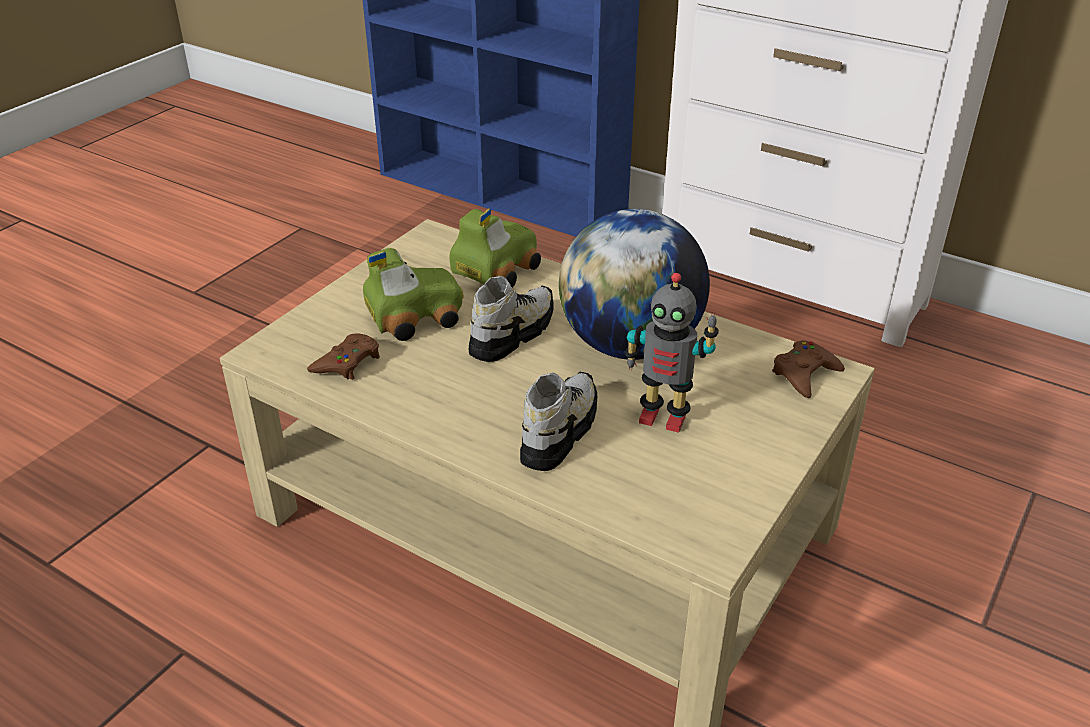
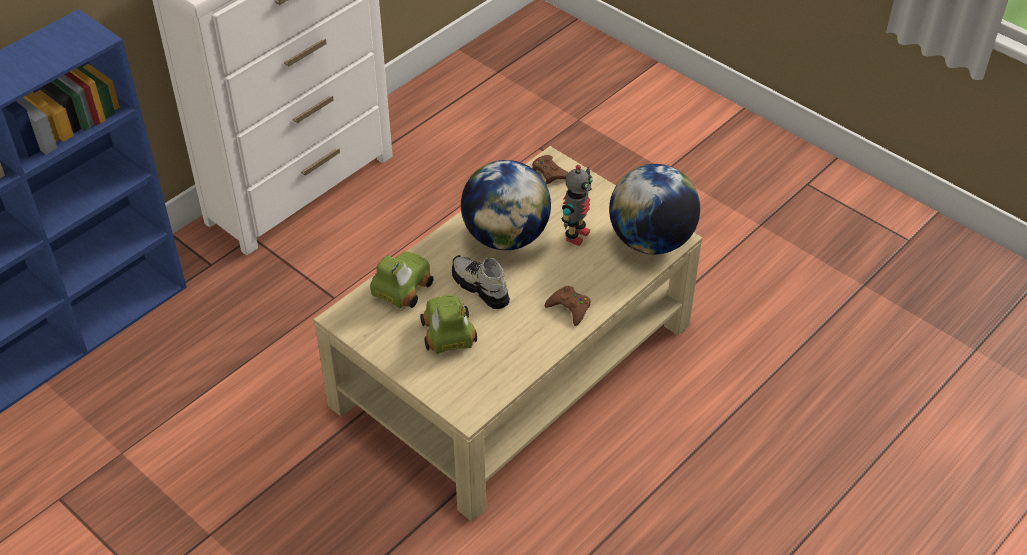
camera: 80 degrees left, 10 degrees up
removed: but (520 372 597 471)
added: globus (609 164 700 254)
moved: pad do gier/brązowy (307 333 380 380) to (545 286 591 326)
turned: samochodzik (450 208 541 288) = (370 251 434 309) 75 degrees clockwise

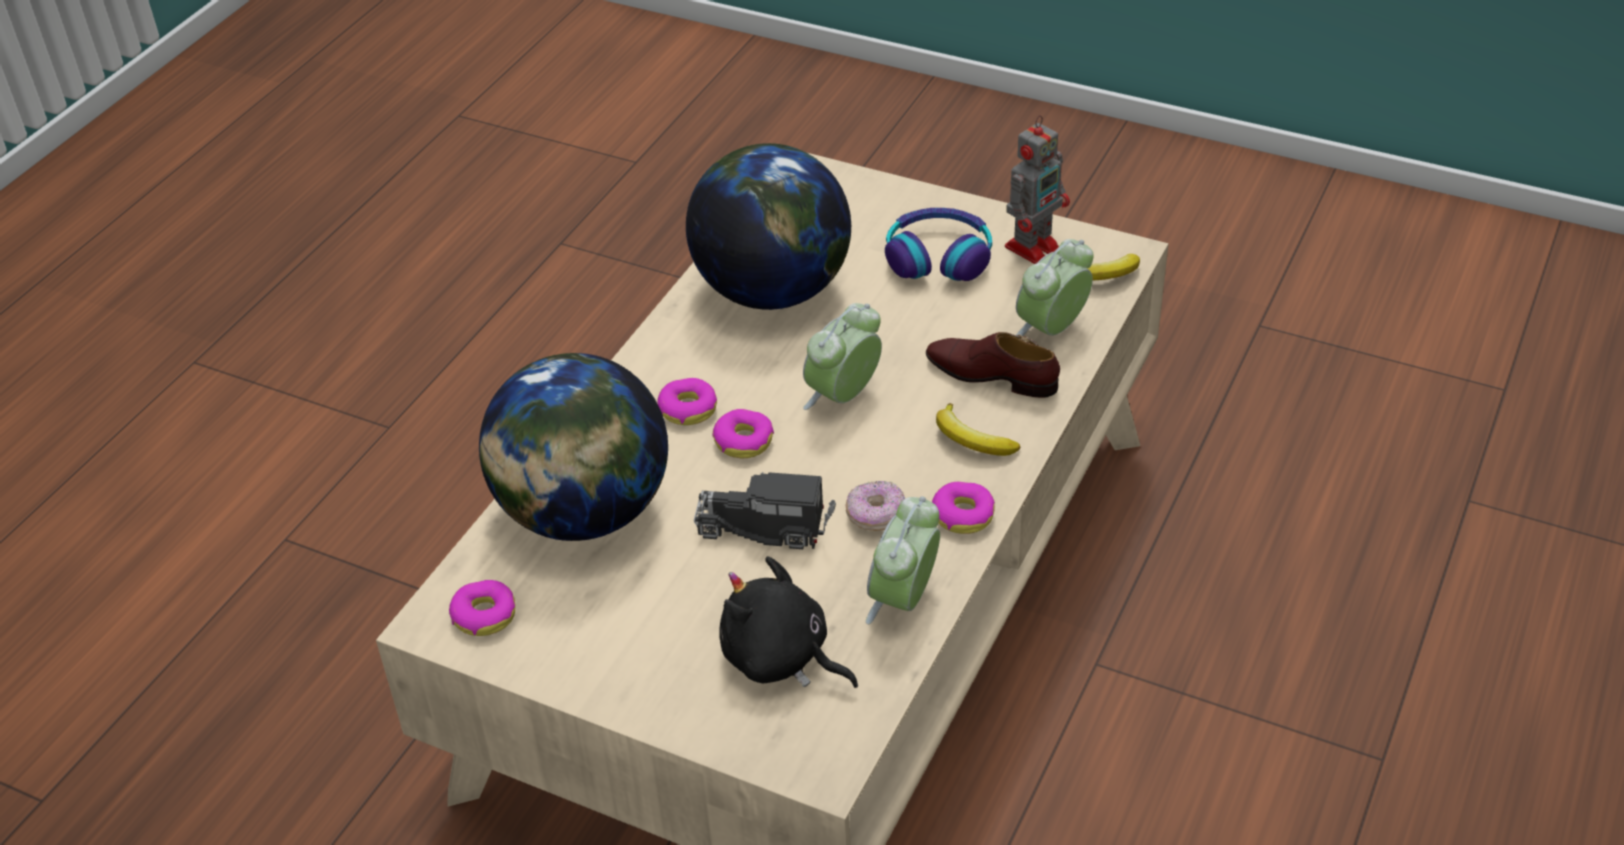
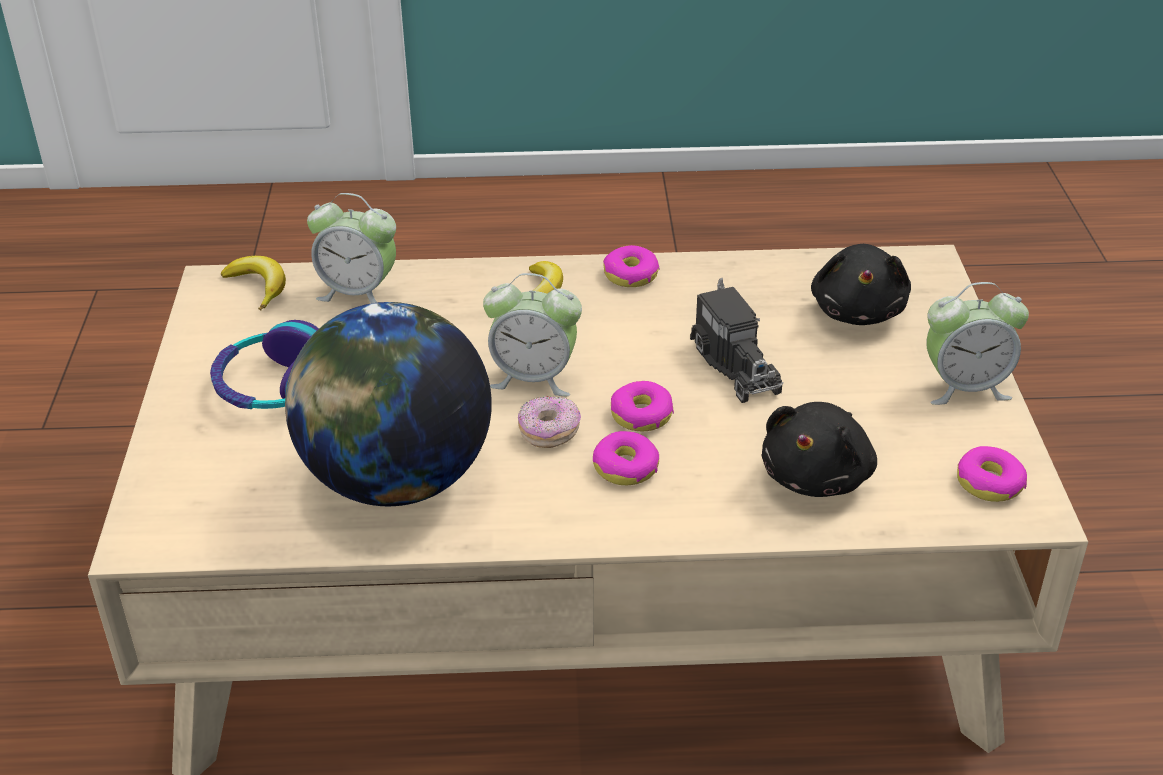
camera: 120 degrees left, 5 degrees down
removed: but/brązowy (926 332 1060 398); robot zabawkowy (1005 115 1070 264)
moved: donut (845 481 905 531) to (518 396 581 448); budzik (866 496 940 624) to (926 282 1029 405)
replaced: globus (479 353 668 541) to pluszak/czarny (761 402 877 497)

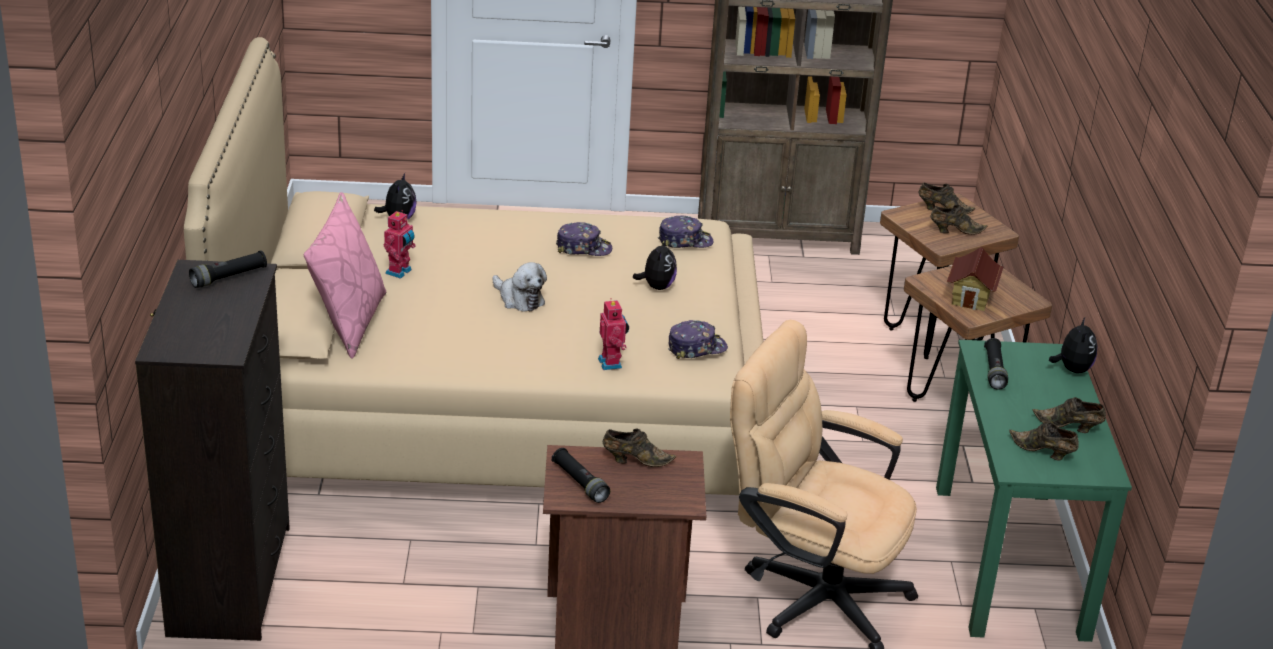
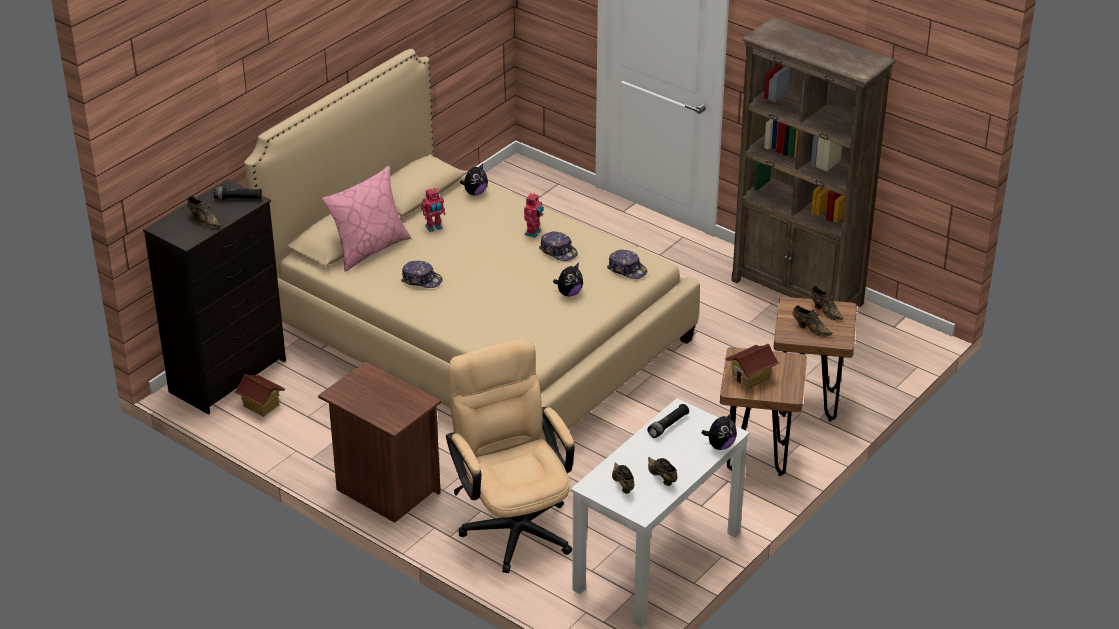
camera: 40 degrees right, 5 degrees up
removed: pluszak (492 262 547 312); latarka/czarny (552 448 610 503)
added: domek (234 374 285 417)
moved: but/brązowy (603 428 676 467) to (187 196 220 228); czapka z daszkiem (668 320 728 359) to (401 261 442 288); robot zabawkowy (598 298 629 370) to (524 192 544 238)
recoloured: biurko/zielony (936 340 1132 642) to biurko/biały (571 398 750 628)

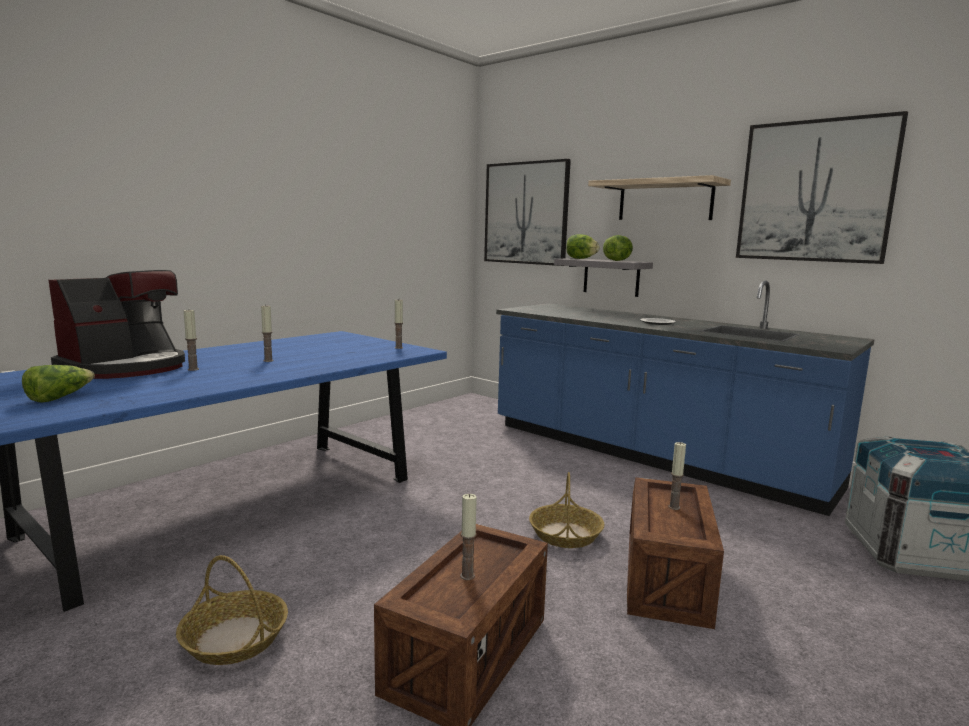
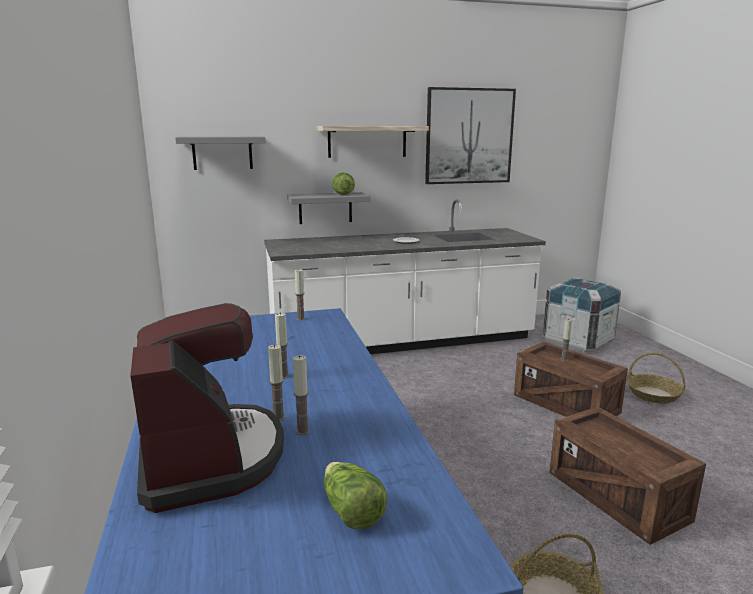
camera: 55 degrees left, 5 degrees up
removed: sałata (566 234 599 259)
moved: świeca (460 494 477 580) to (293 355 310 435); koszyk (529 472 604 548) to (627 353 685 404)
replaced: obraz (484 159 571 266) to półka/szary (175 137 266 170)
recoloured: zabudowa kuchenna/niebieski (496 281 875 516) to zabudowa kuchenna/biały (264 200 546 354)

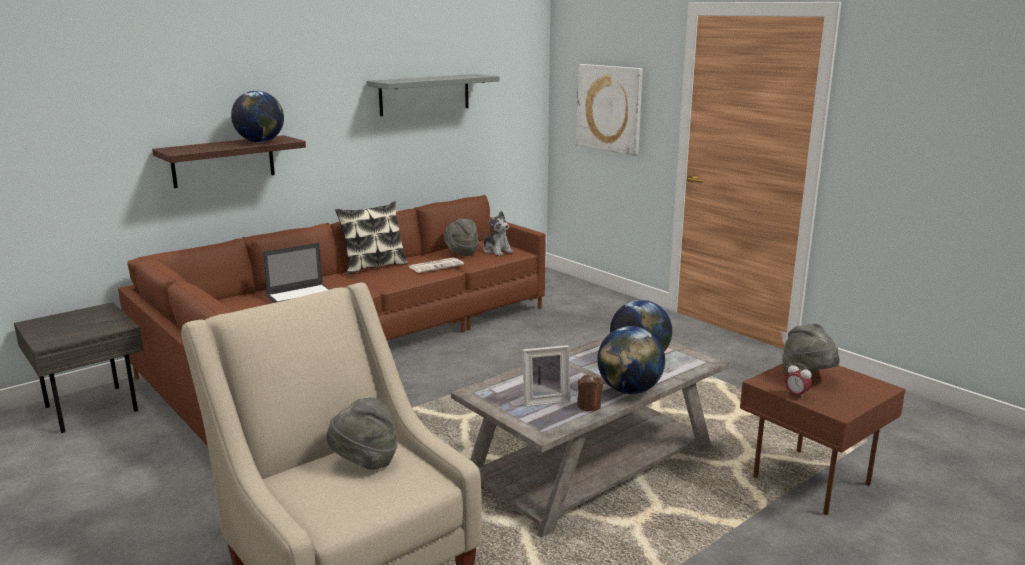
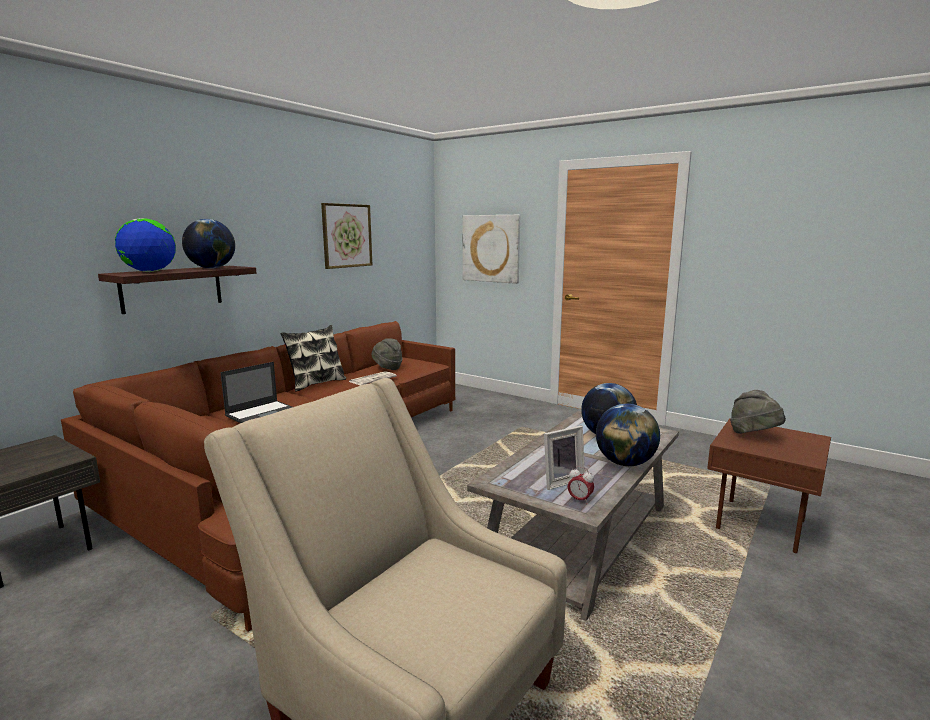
camera: 15 degrees left, 5 degrees down
removed: kapelusz/szary (327 398 398 470); pluszak (483 211 513 256); świeca/brązowy (577 375 603 411)
added: globus (115 218 176 272)
moved: budzik (785 363 812 400) to (568 467 594 503)
replaced: półka/szary (367 74 499 116) to obraz (321 203 372 269)

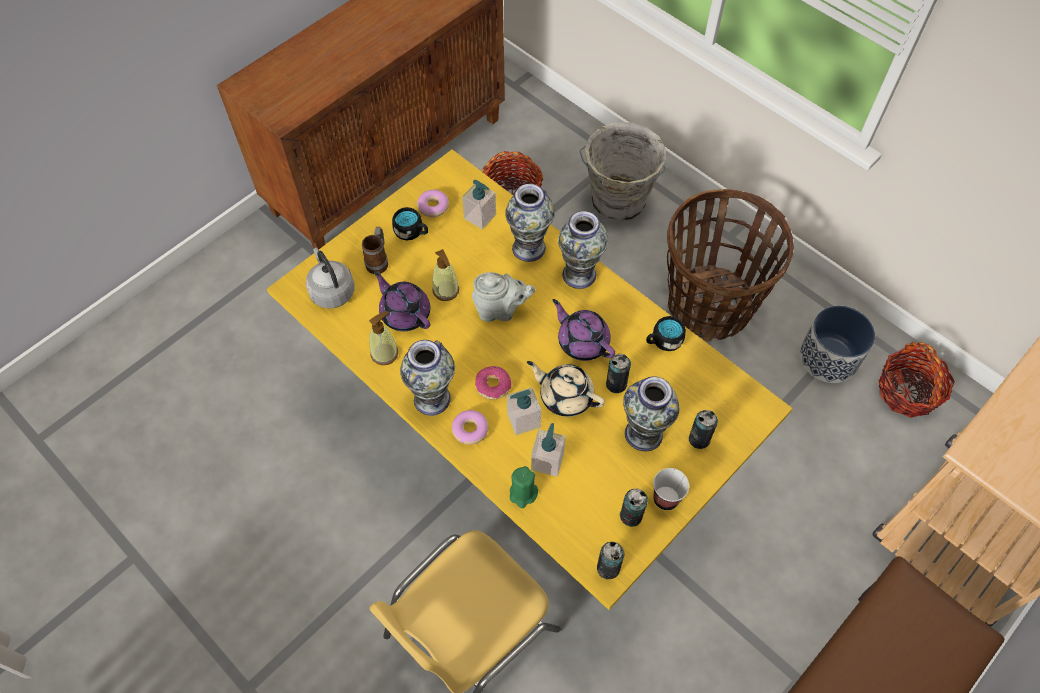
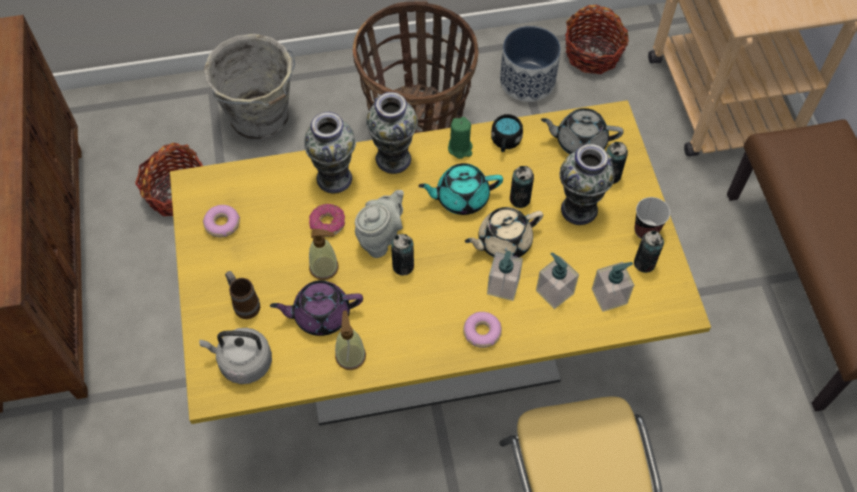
camera: 55 degrees left, 0 degrees up
removed: kubek/czarny (392 207 428 241); wazon (400 340 455 416)
added: imbryk/szary (541 108 624 154)
moved: donut (475 366 511 399) to (309 204 345 237); puszka (597 542 624 579) to (391 234 414 276); świeca/zielony (510 466 538 509) to (448 117 473 159); dozownik mydła (462 180 496 230) to (592 262 634 312)
recoloured: imbryk/fioletowy (553 299 615 361) to imbryk/turkusowy (418 163 503 215)

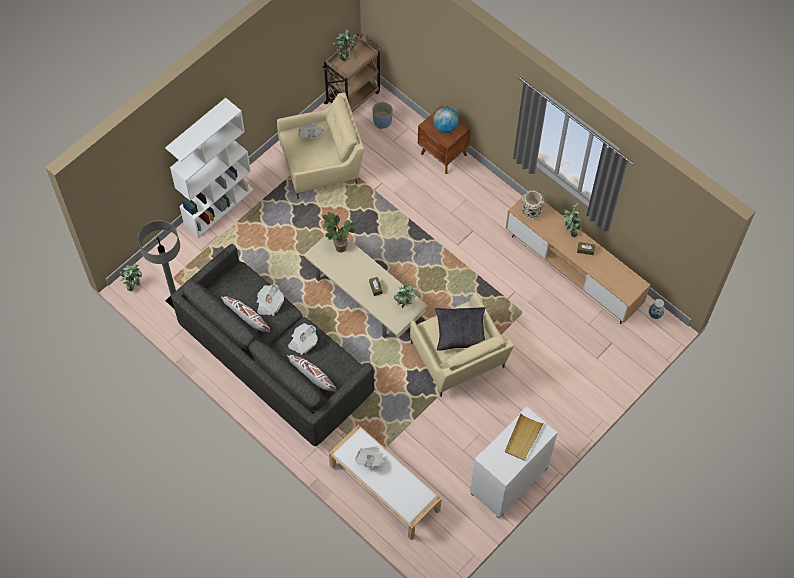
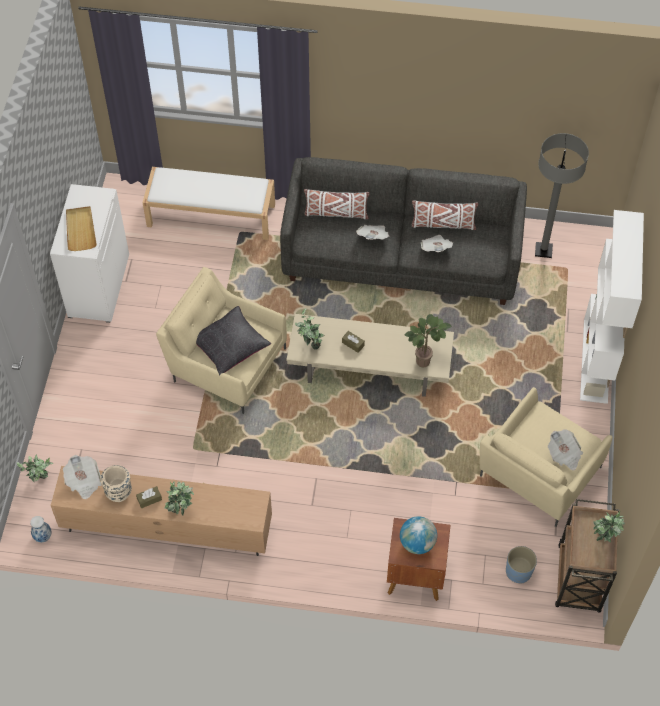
camera: 145 degrees right, 5 degrees down
moved: roślina doniczkowa (119 262 142 291) to (16 455 54 482); gazeta (355 446 385 468) to (63 455 102 499); wazon/beżowy (522 191 544 219) to (100 465 132 502)

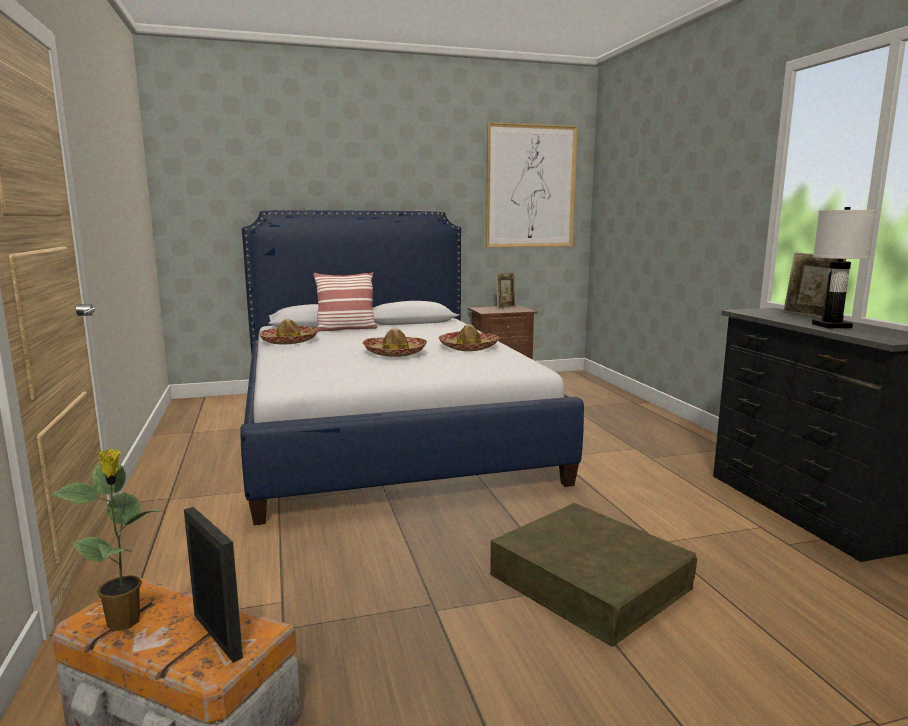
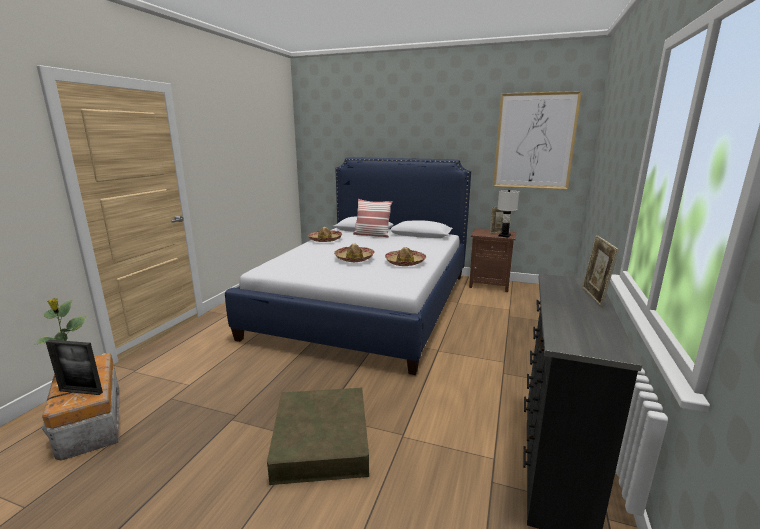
camera: 35 degrees right, 5 degrees up
moved: lampa stołowa/biały (812 207 877 328) to (497 190 519 238)
turned: ramka na zdjęcie (184 507 243 663) = (46 340 103 395) 105 degrees clockwise

